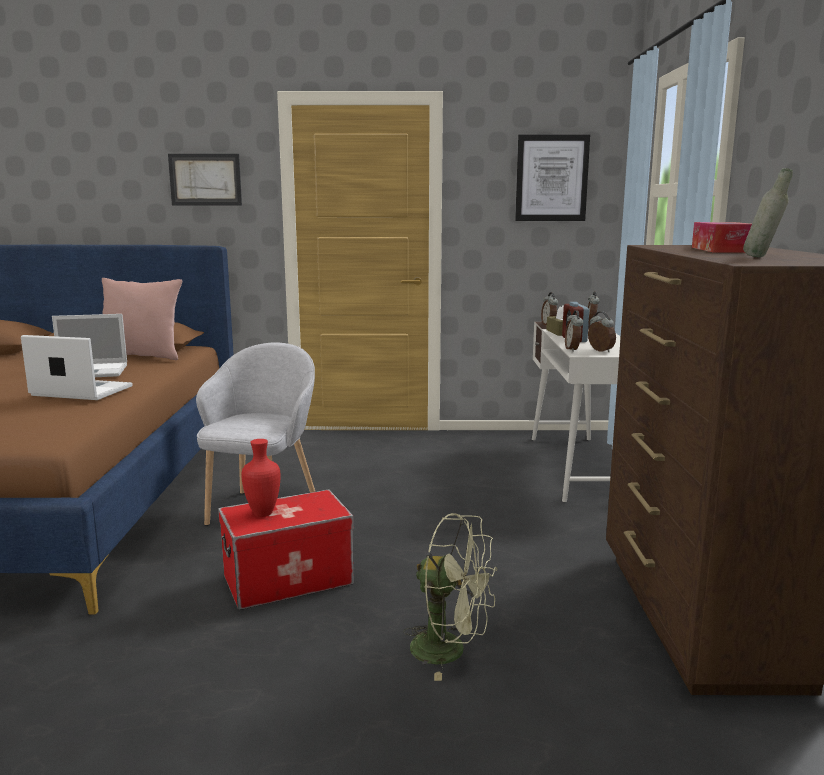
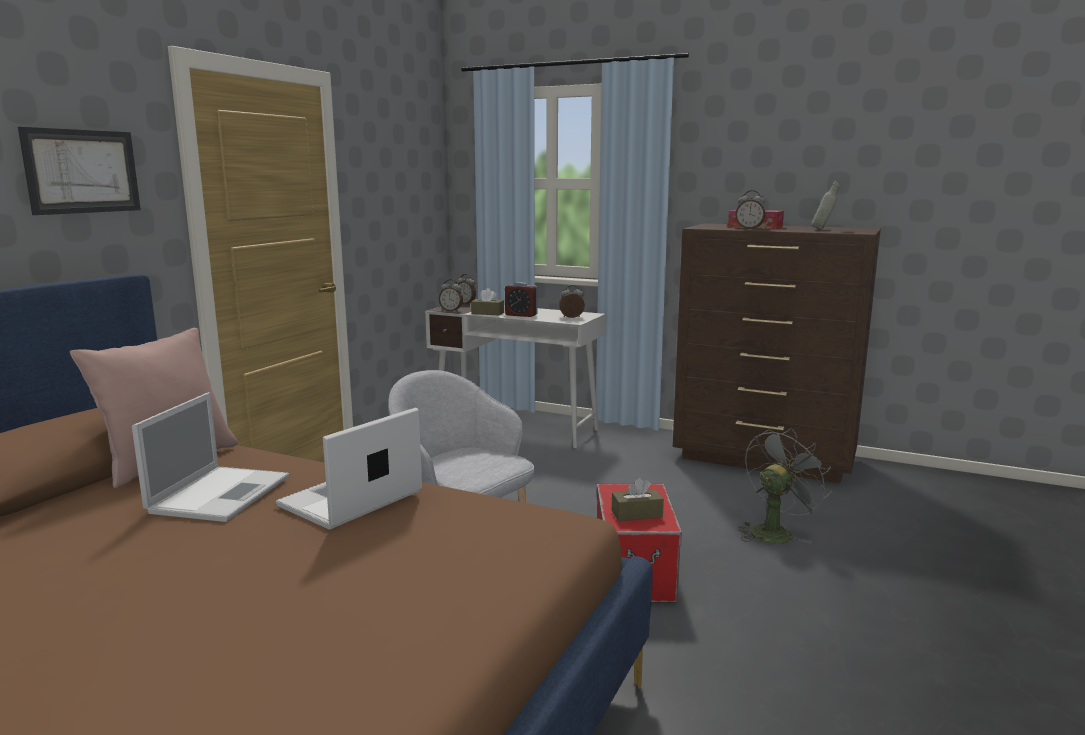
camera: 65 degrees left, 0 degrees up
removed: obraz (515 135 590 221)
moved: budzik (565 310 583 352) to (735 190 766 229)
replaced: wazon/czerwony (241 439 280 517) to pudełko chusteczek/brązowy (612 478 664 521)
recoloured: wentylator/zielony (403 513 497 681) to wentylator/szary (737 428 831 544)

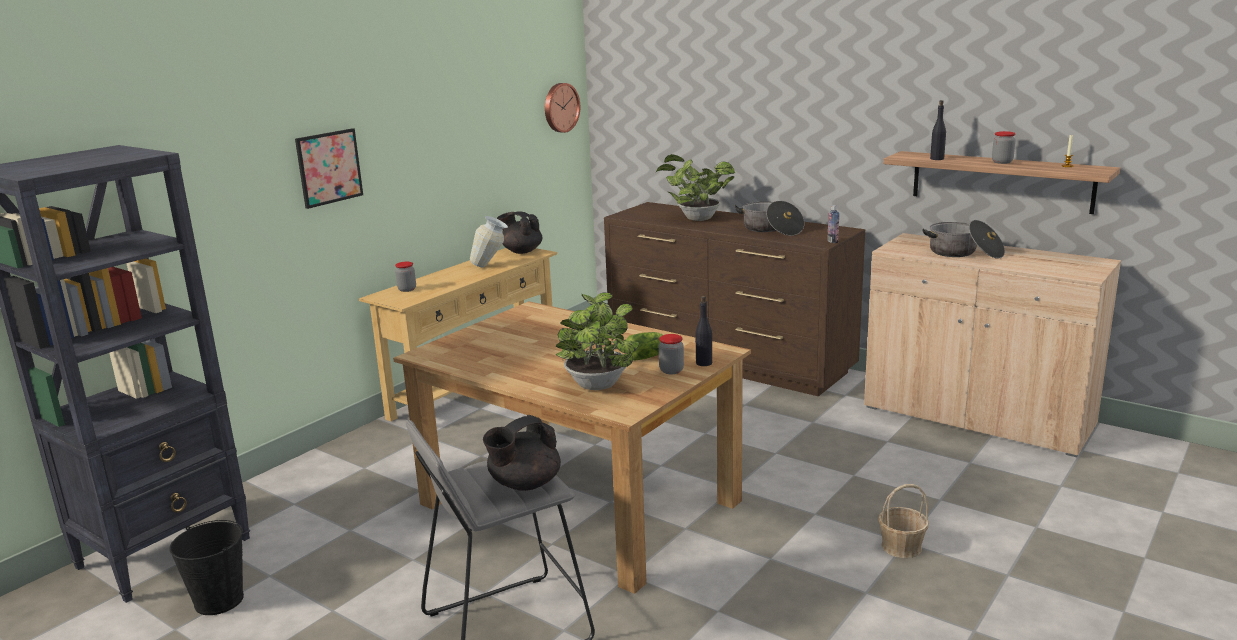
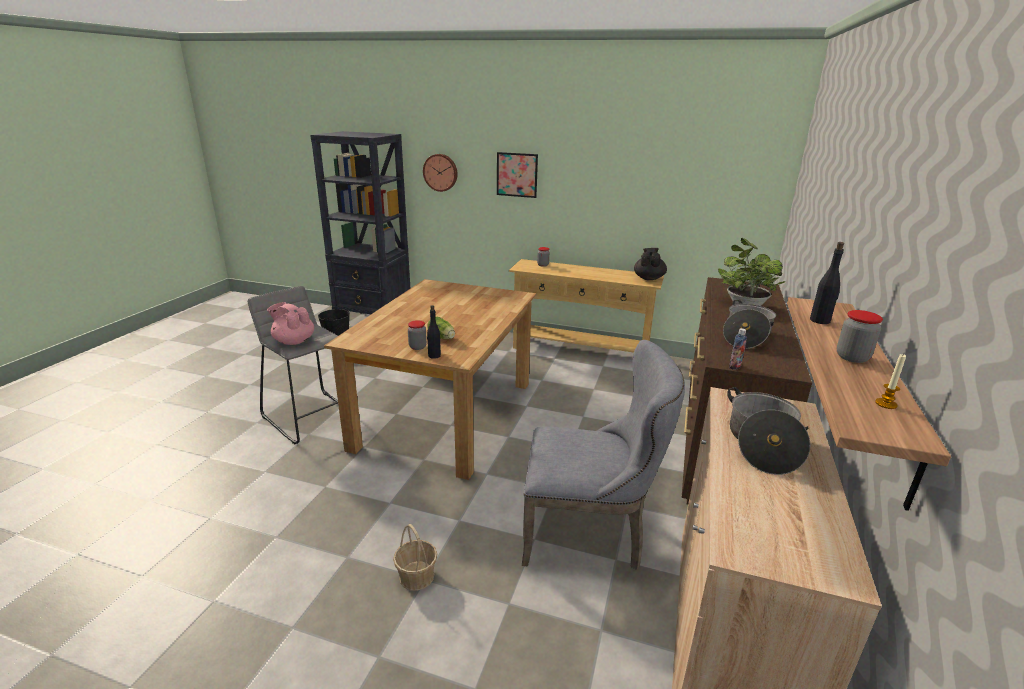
camera: 70 degrees right, 5 degrees up
removed: wazon (470 216 508 267); roślina doniczkowa (556 293 640 390)
added: krzesło/szary (522 340 685 570)
moved: zegar ścienny (545 83 580 133) to (423 154 458 192)
recoloured: imbryk/czarny (483 415 561 491) to imbryk/różowy (267 302 314 345)

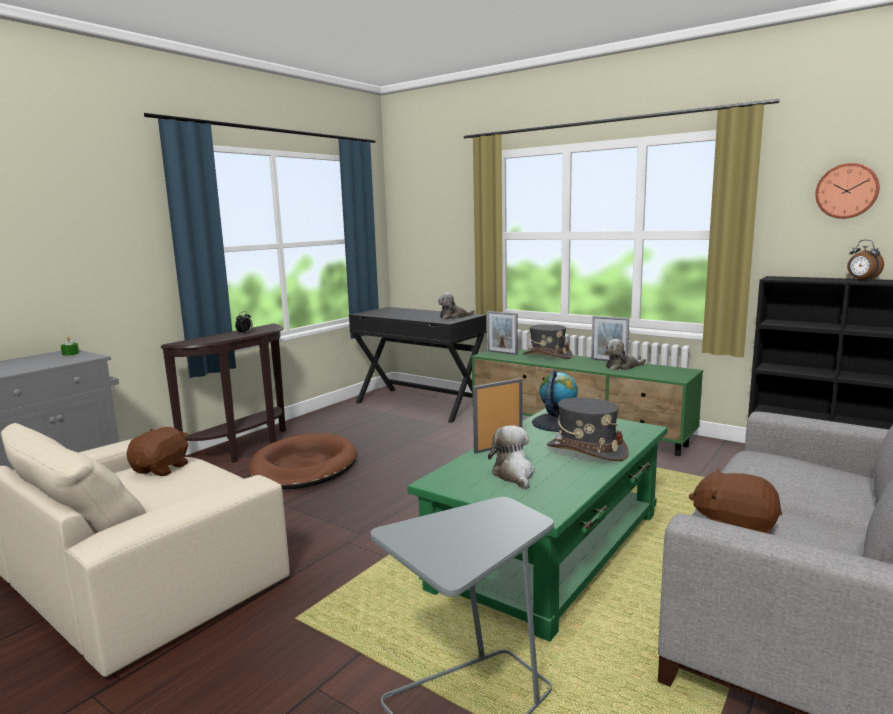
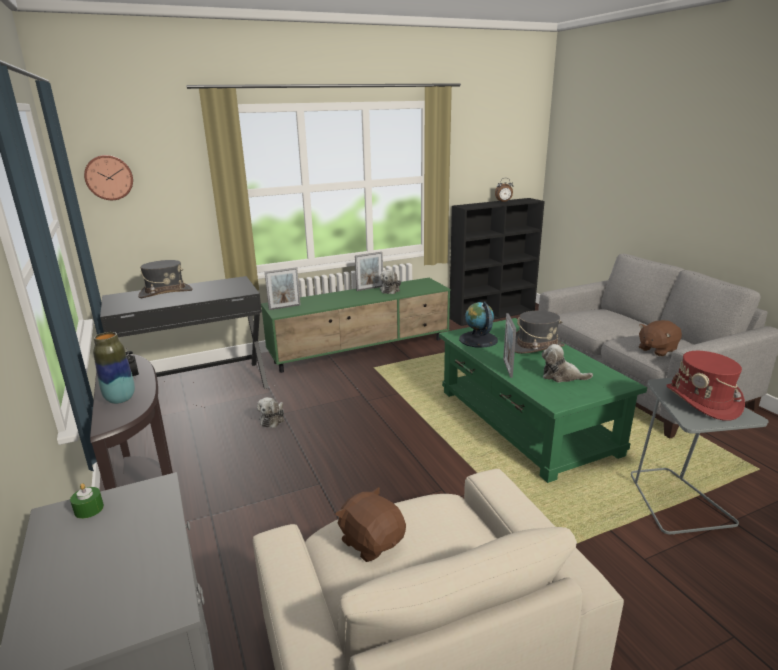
camera: 60 degrees left, 10 degrees up
removed: legowisko/brązowy (249 433 357 489)
added: wazon (93 332 135 404); kapelusz/czerwony (666 351 745 421)
moved: zegar ścienny (815 163 880 219) to (84 155 133 200); kapelusz/szary (523 324 573 359) to (138 260 193 298); pluszak (438 293 475 319) to (257 397 284 428)

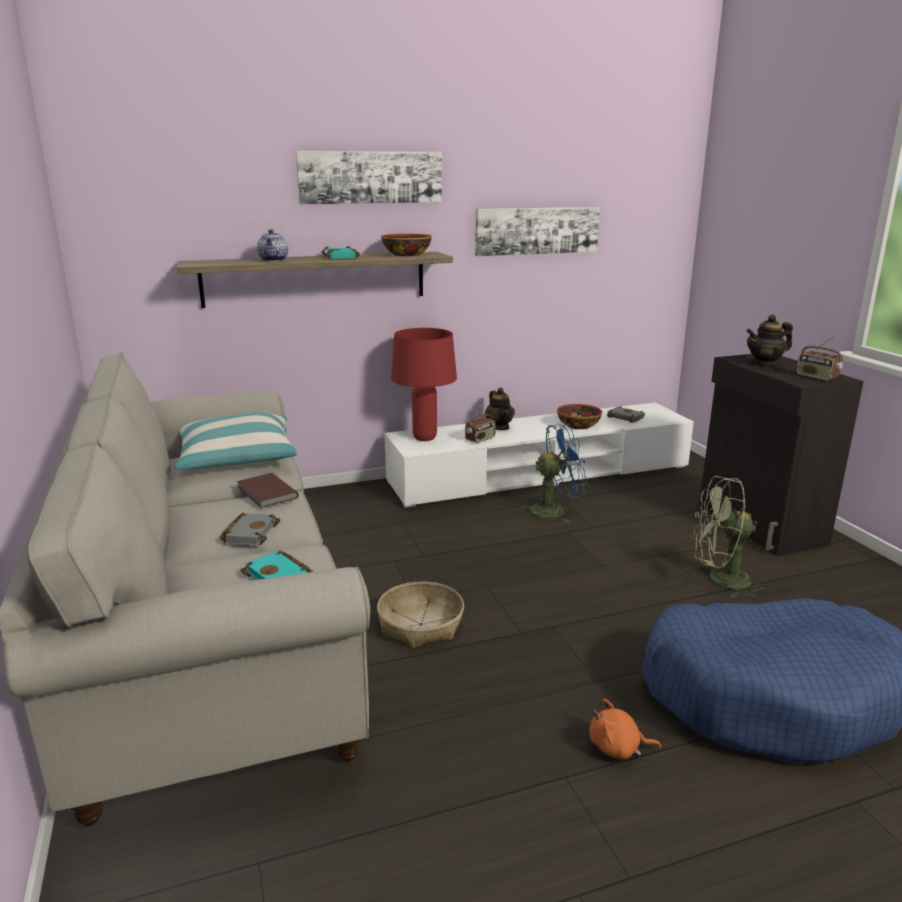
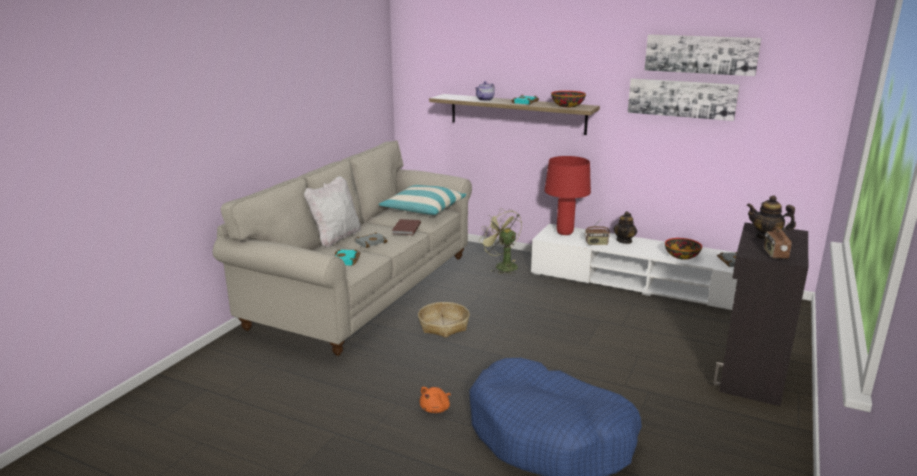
camera: 45 degrees right, 0 degrees up
removed: wentylator/niebieski (519 424 587 523)
added: poduszka/biały (304 176 361 247)
moved: wentylator/zielony (692 476 767 598) to (479 208 522 275); obraz (296 151 442 204) to (644 34 761 76)
turned: pluszak/pomarańczowy (589 699 661 759) = (420 387 451 413) 105 degrees counterclockwise

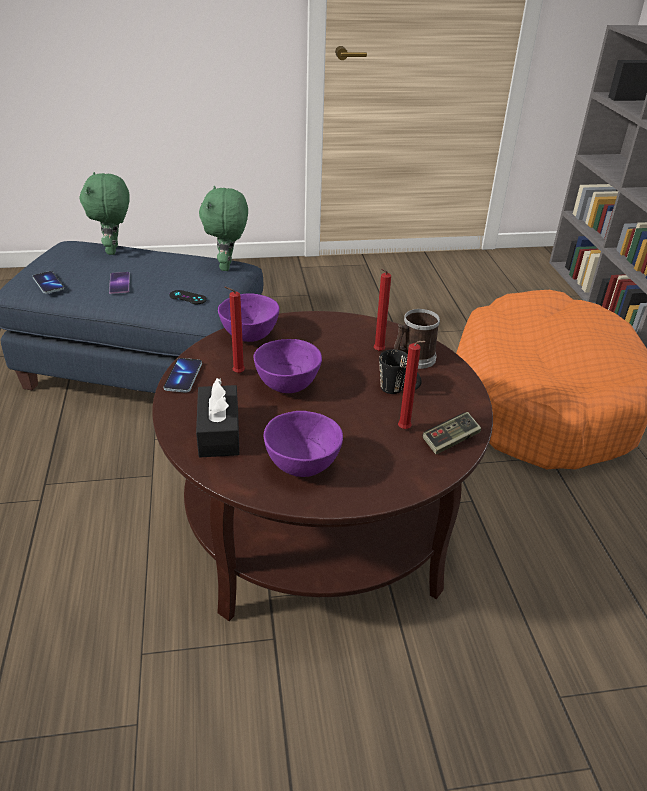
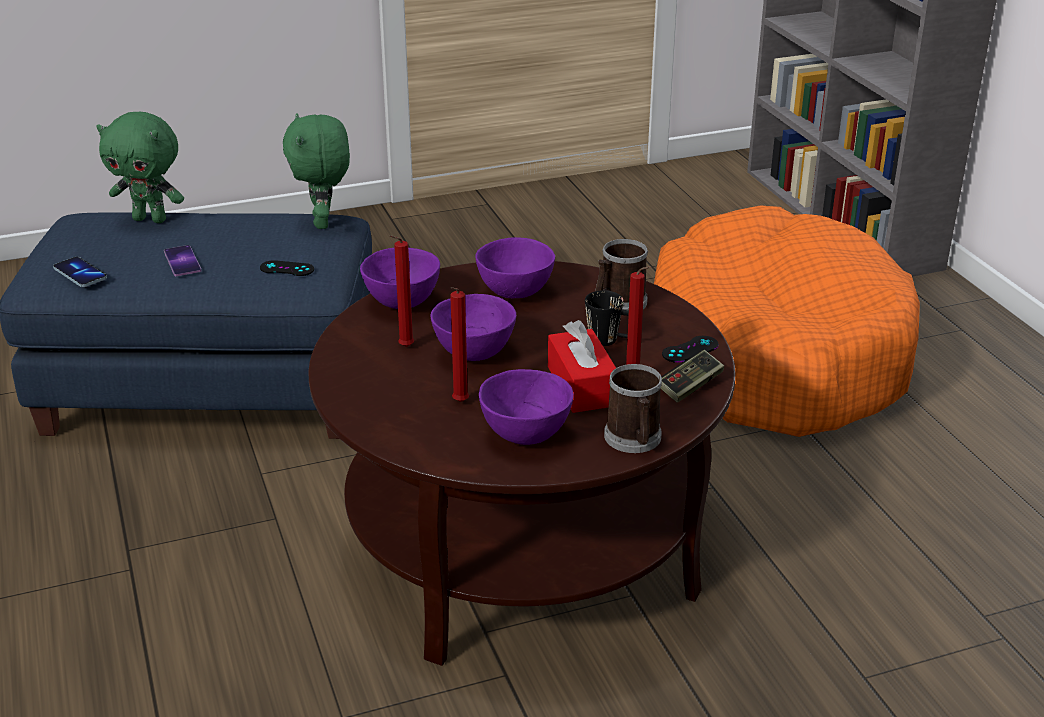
camera: 10 degrees left, 5 degrees down
removed: telefon (163 358 202 393); pudełko chusteczek/czarny (196 378 240 457)
added: miska/fioletowy (475 237 555 298); pudełko chusteczek/czerwony (548 320 616 413); kubek (604 364 662 453); pad do gier/czarny (662 336 719 363)
moved: świeca/czerwony (374 269 391 351) to (450 287 469 402)
turned: pluszak/zielony (80 172 130 255) = (96 112 184 223) 60 degrees counterclockwise

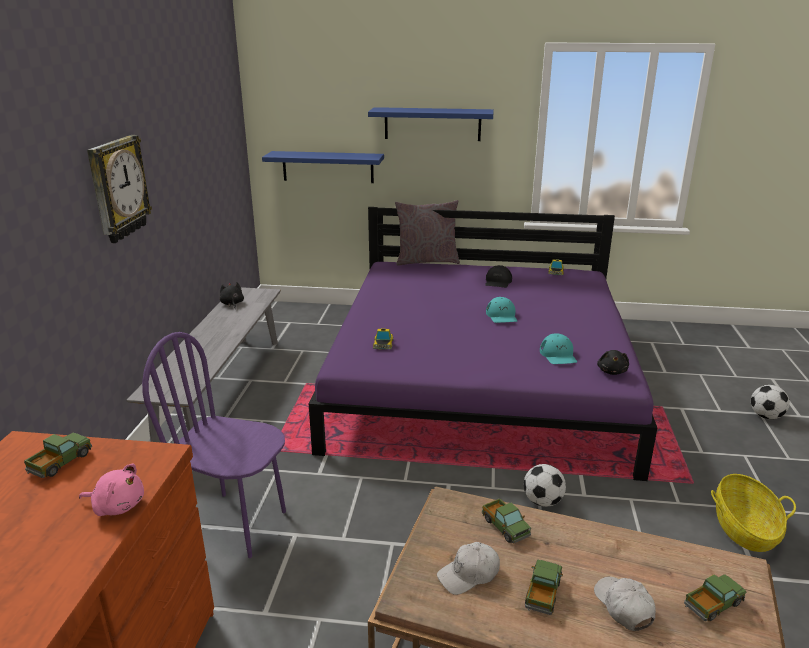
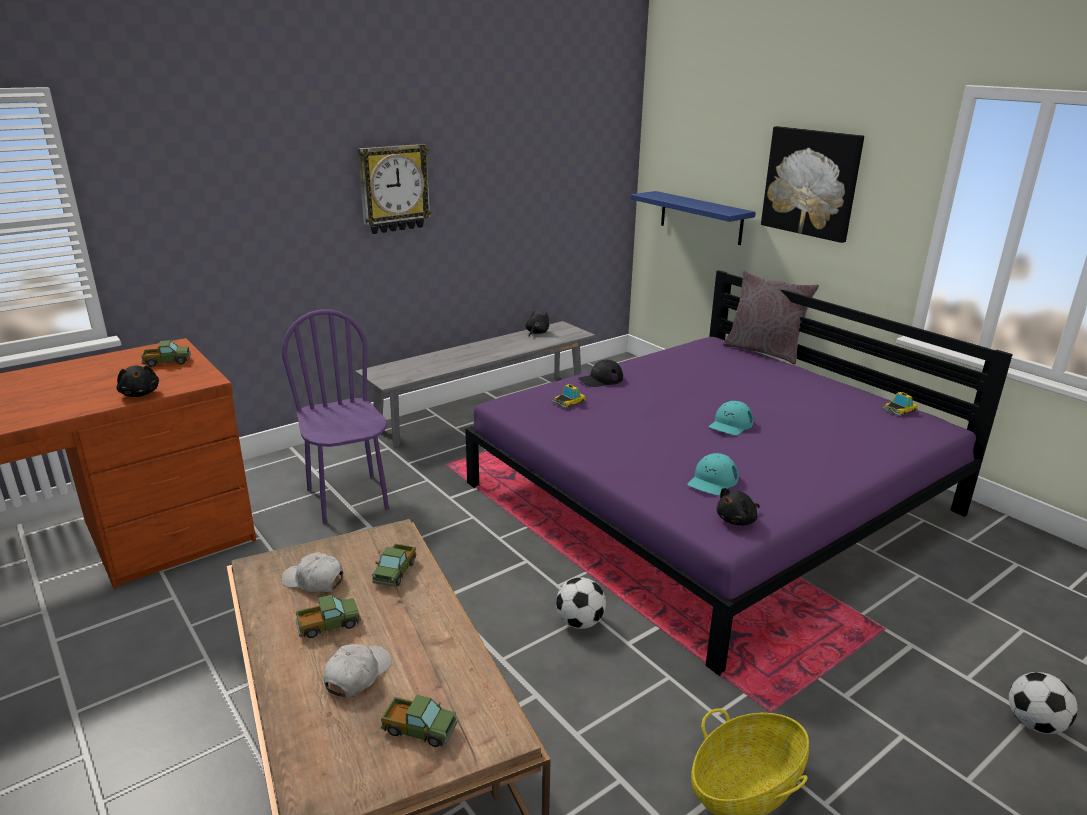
camera: 45 degrees right, 0 degrees up
moved: czapka z daszkiem/czarny (485 265 512 288) to (578 360 623 387)
replaced: półka/niebieski (368 107 494 141) to obraz (761 126 864 243)
recoloured: pluszak/różowy (79 464 144 516) to pluszak/czarny (117 365 159 397)

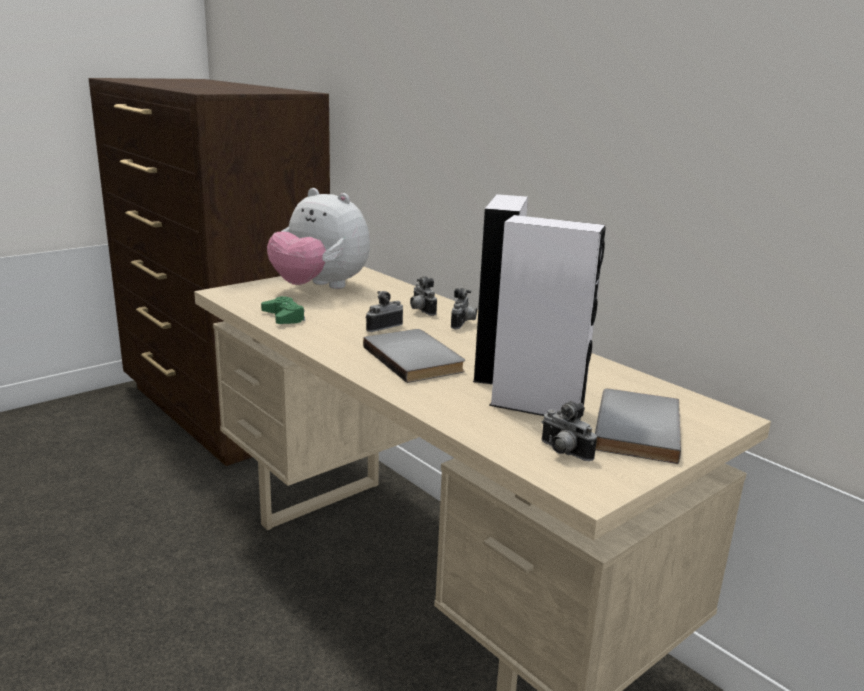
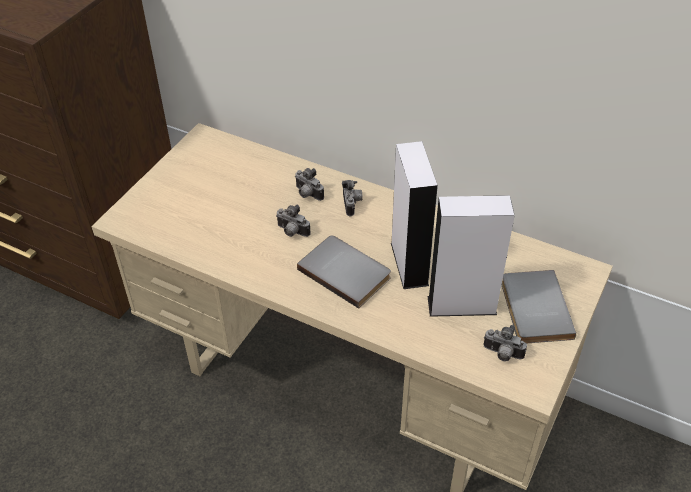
camera: 20 degrees left, 25 degrees up
removed: pad do gier/zielony (261 296 305 324); pluszak (267 188 370 289)
turned: aparat fotograficzny (365 291 403 332) = (276 205 311 237) 90 degrees counterclockwise

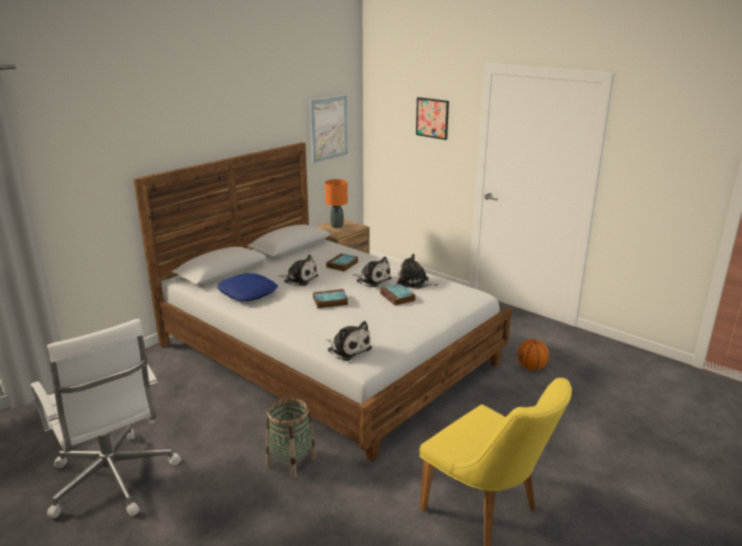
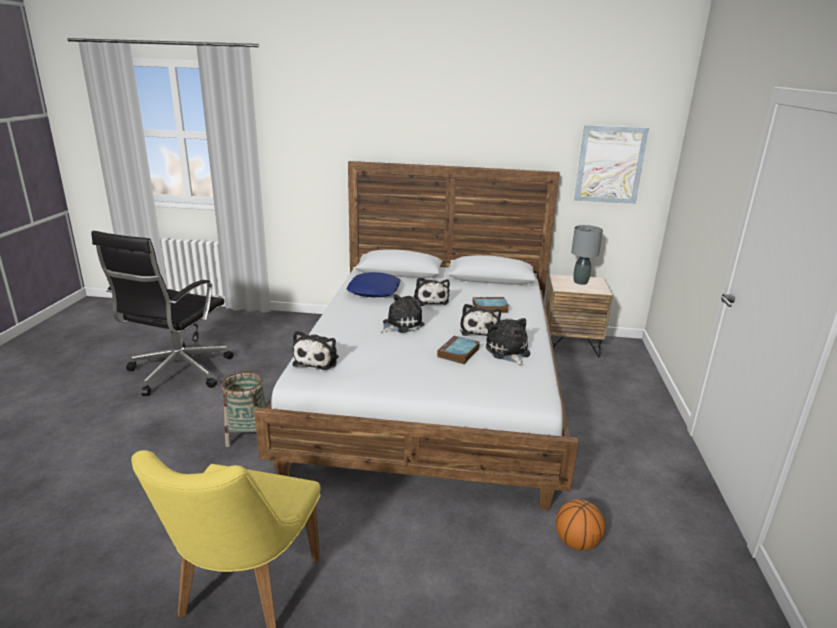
camera: 55 degrees right, 0 degrees up
removed: obraz (416 97 449 140)
replaced: książka (313 289 348 308) to pluszak (381 294 424 334)
recoloured: krzesło biurowe/biały (31 318 181 518) to krzesło biurowe/czarny (91 231 234 396); lampa stołowa/pomarańczowy (325 179 348 228) to lampa stołowa/szary (571 225 603 285)

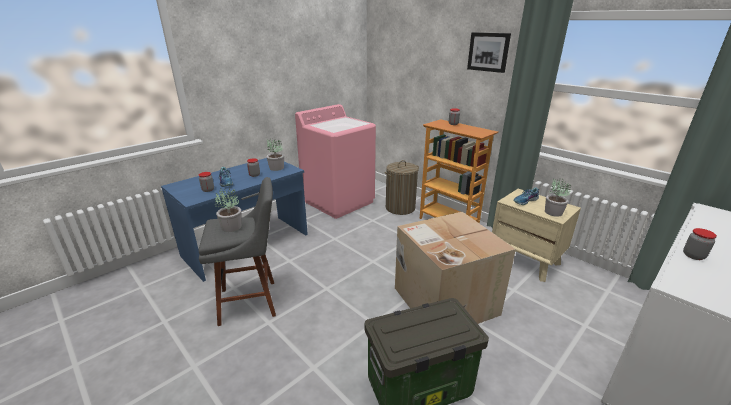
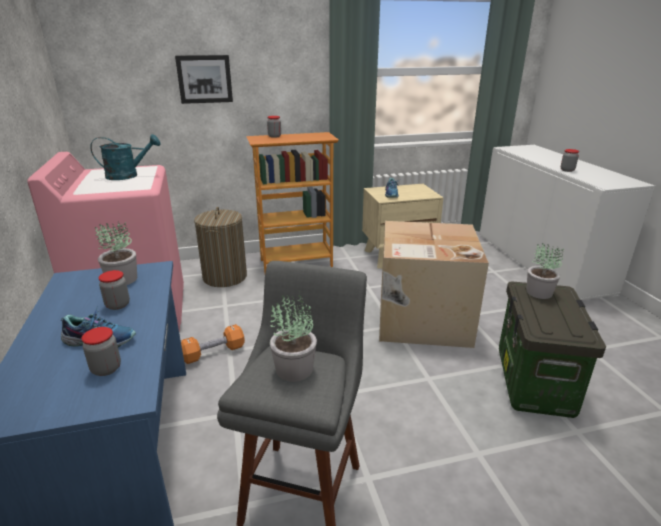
camera: 60 degrees left, 0 degrees up
added: konewka/turkusowy (90 134 161 180); hantel/pomarańczowy (181 324 245 364)
moved: obraz (467 32 511 73) to (175 55 233 104); roślina doniczkowa (545 179 571 217) to (526 243 564 299)

